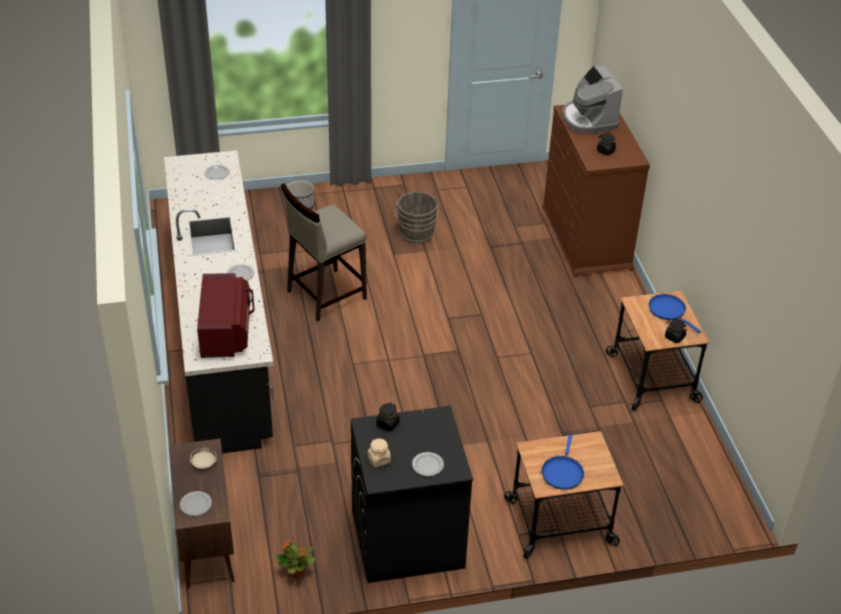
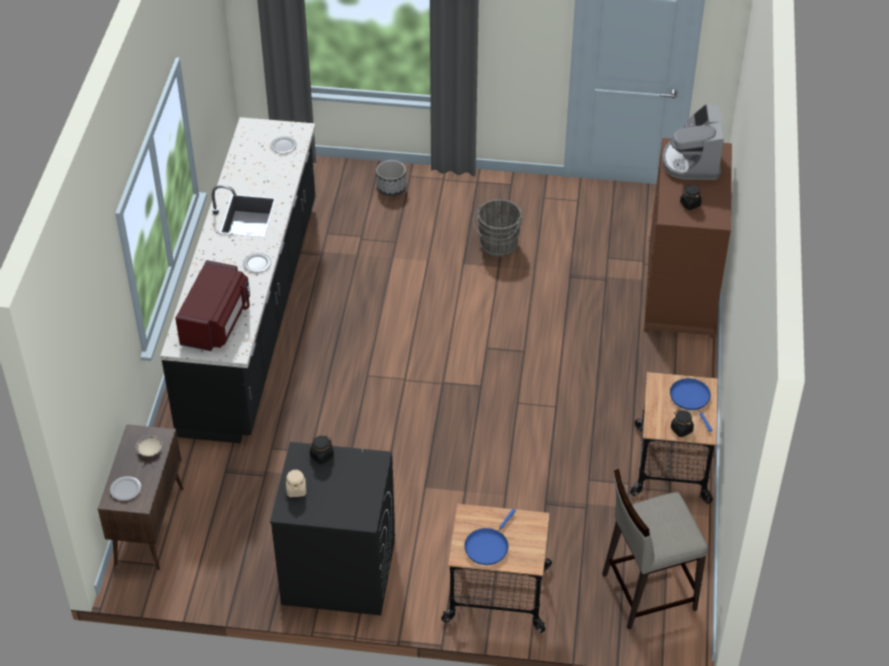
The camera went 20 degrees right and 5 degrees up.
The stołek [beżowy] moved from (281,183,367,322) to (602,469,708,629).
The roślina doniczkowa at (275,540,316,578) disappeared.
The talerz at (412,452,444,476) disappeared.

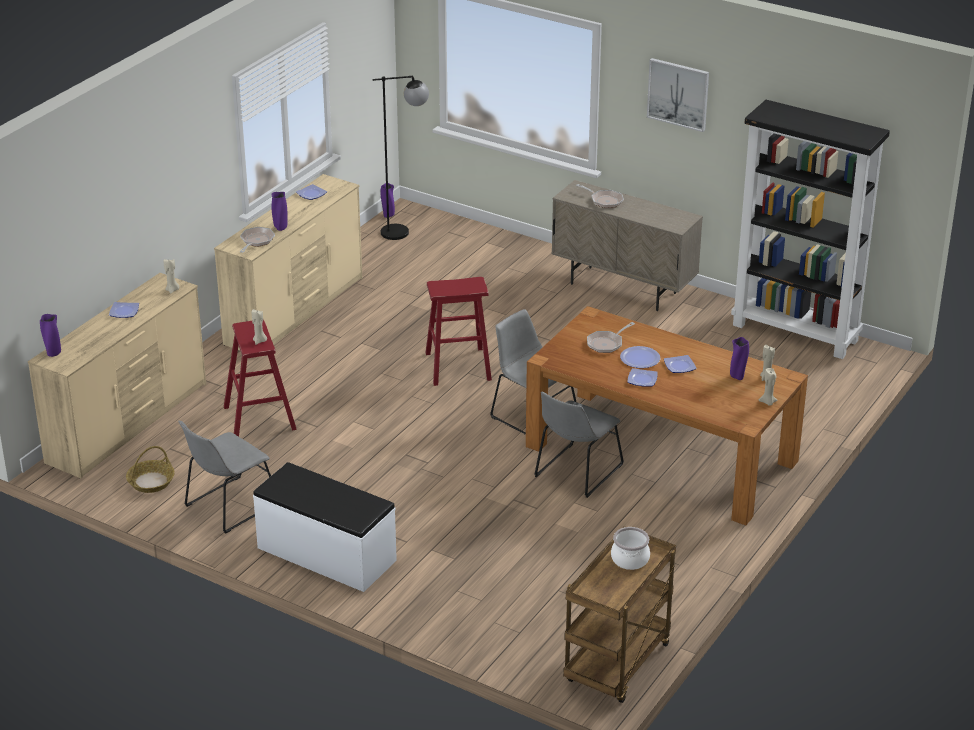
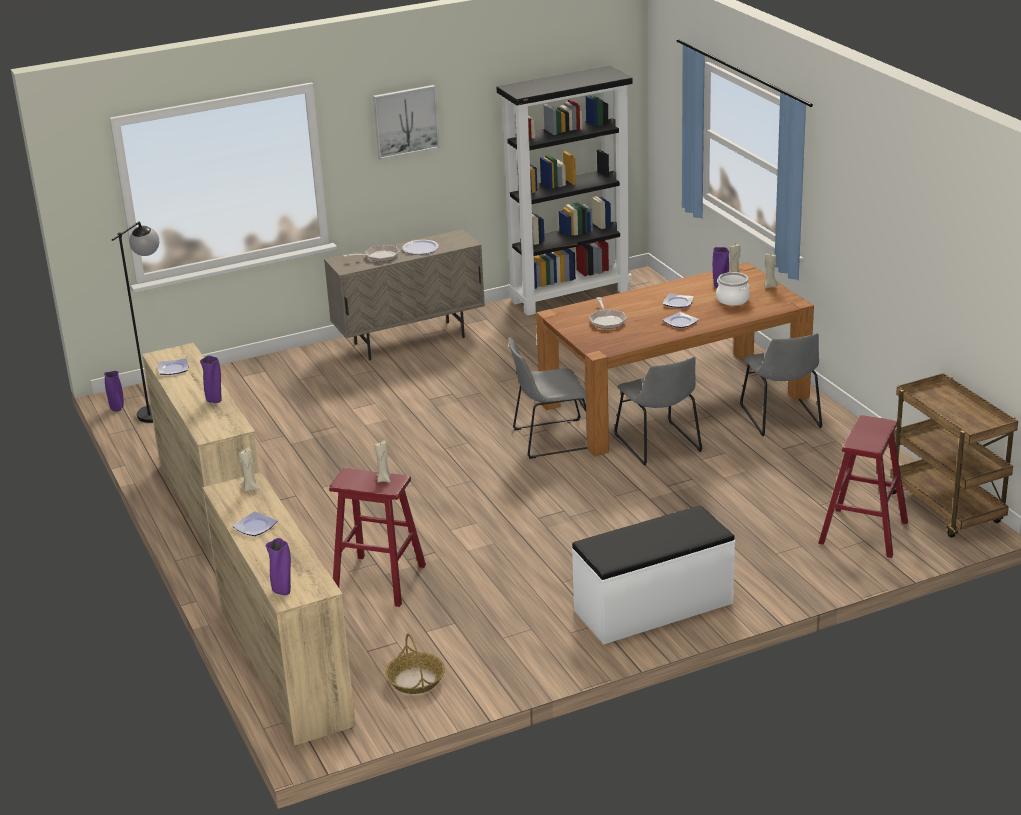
The camera went 55 degrees left and 5 degrees down.
The talerz moved from (620,346,660,368) to (402,240,439,254).
The garnek moved from (611,527,650,570) to (716,272,750,305).
The krzesło [szary] moved from (178,421,271,534) to (740,333,822,436).
The stołek [czerwony] moved from (425,277,492,386) to (818,415,908,558).
The patelnia at (240,227,275,253) disappeared.

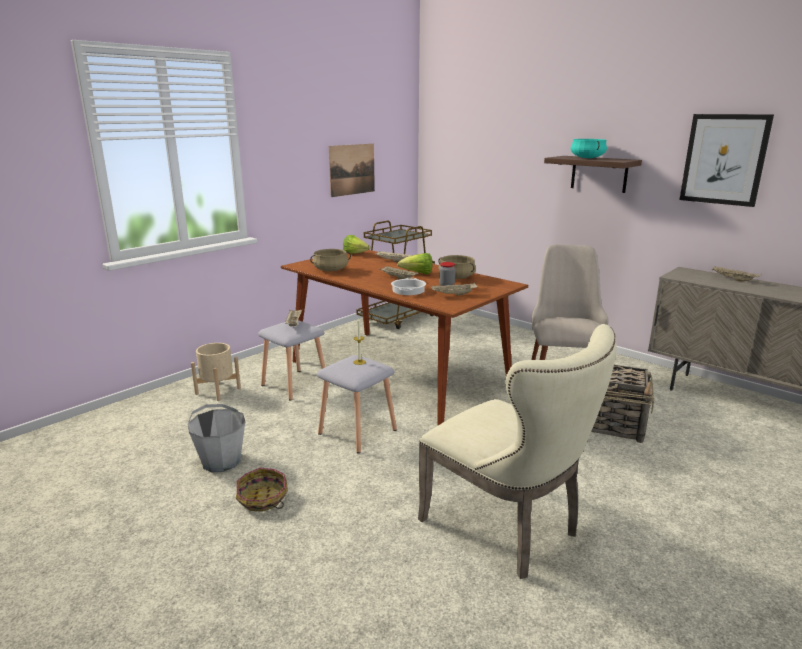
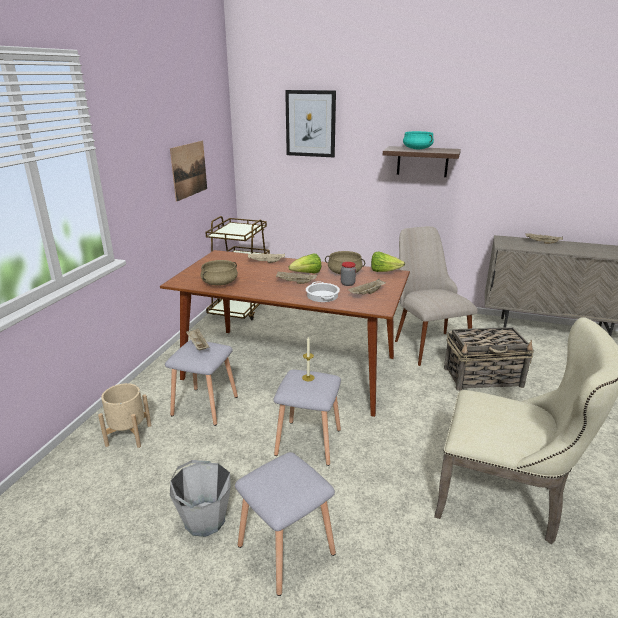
The camera went 25 degrees left and 5 degrees up.
The koszyk at (236,467,288,511) was replaced by the stołek [szary] at (235,452,336,596).
The obraz moved from (680,114,774,207) to (285,90,336,157).
The sałata moved from (343,235,370,254) to (371,252,405,272).

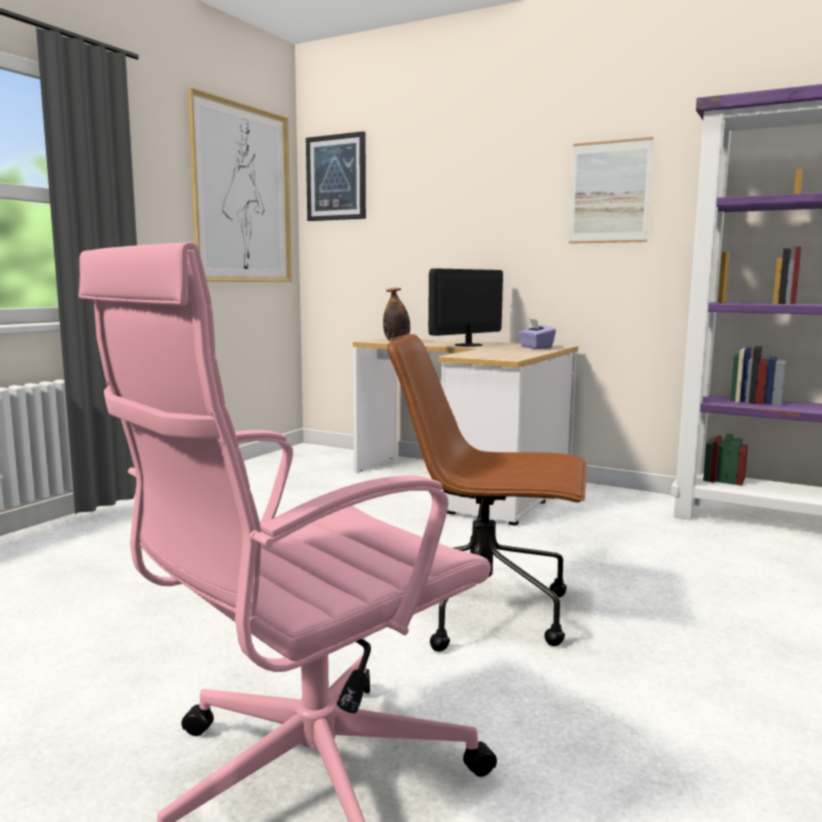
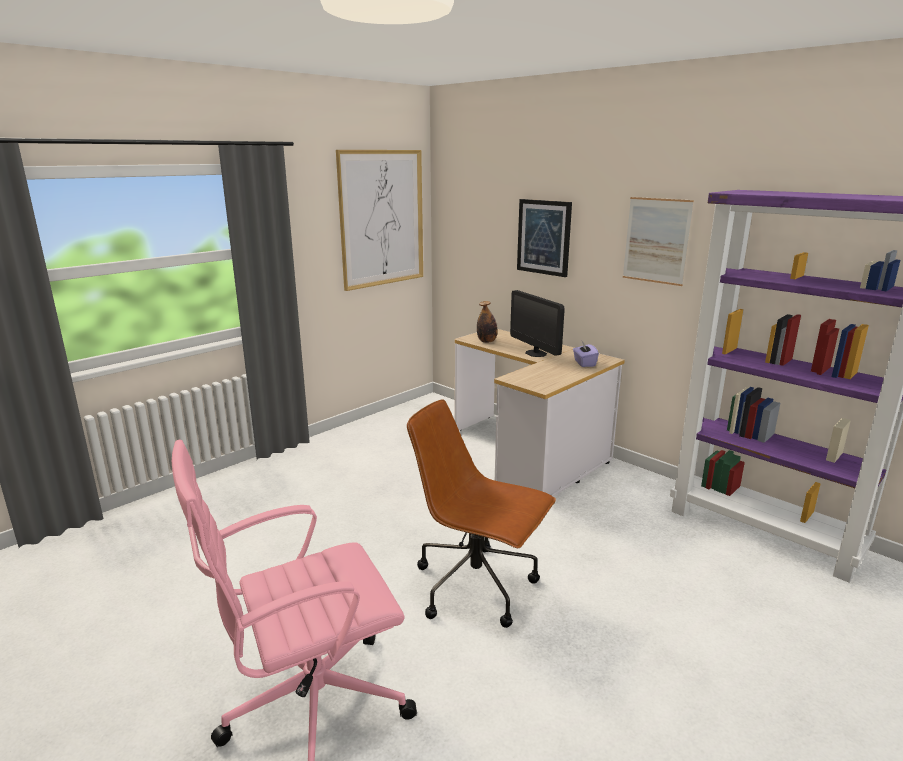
The camera went 15 degrees right and 10 degrees up.
The monitor at (428,268,503,347) turned 90 degrees counterclockwise.
The obraz moved from (306,131,366,221) to (517,199,572,277).

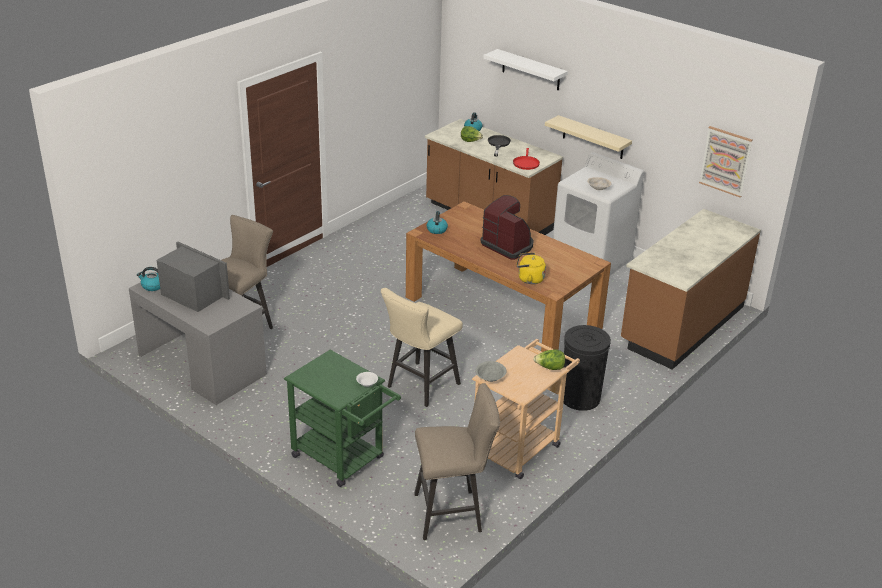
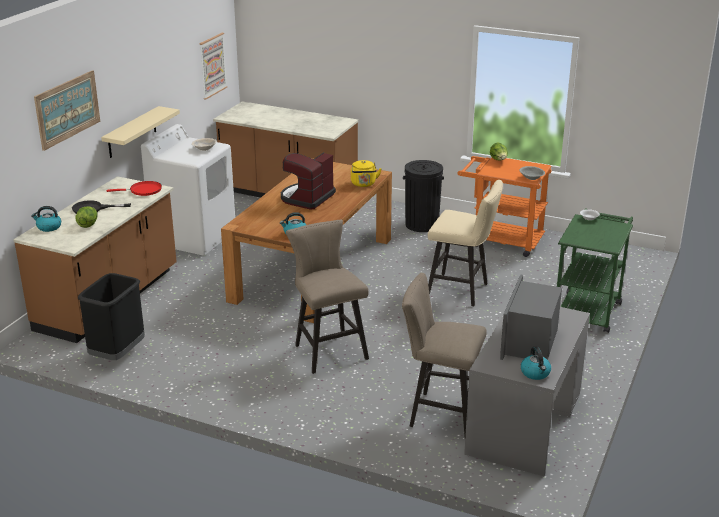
The camera went 105 degrees left and 5 degrees down.
The półka [biały] at (483,49,568,90) was replaced by the obraz at (34,70,100,151).
The kosz na śmieci [czarny] at (78,273,145,360) appeared.
The stołek [beżowy] moved from (414,383,500,540) to (286,220,369,374).
The wózek [beżowy] at (472,339,580,479) became the wózek [pomarańczowy] at (458,156,552,257).

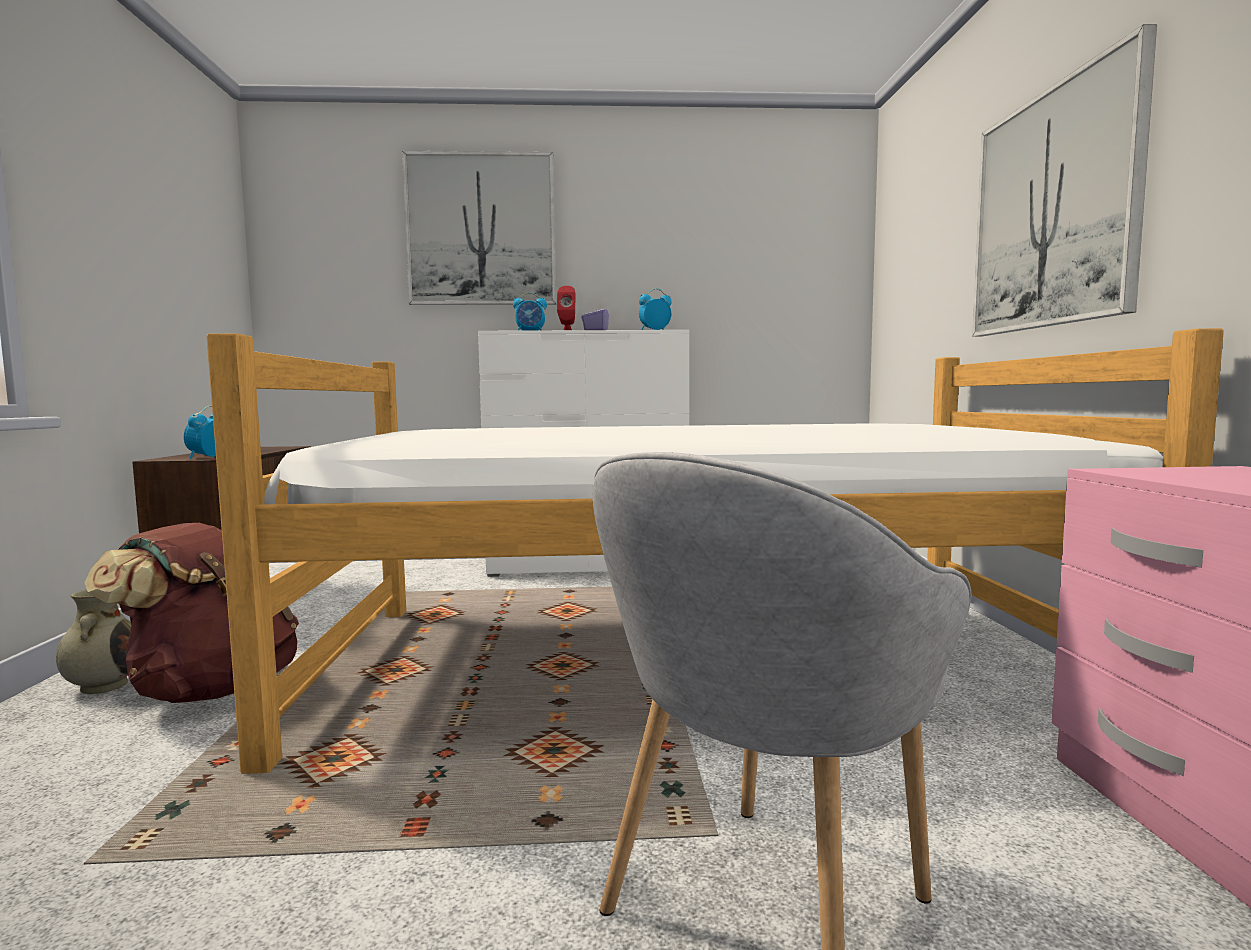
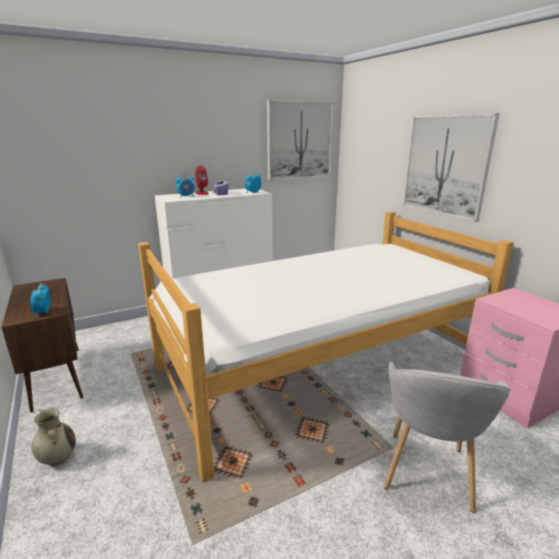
The camera went 25 degrees left and 15 degrees up.
The obraz moved from (402,151,556,305) to (267,100,334,181).
The plecak [brązowy] at (84,523,299,703) disappeared.

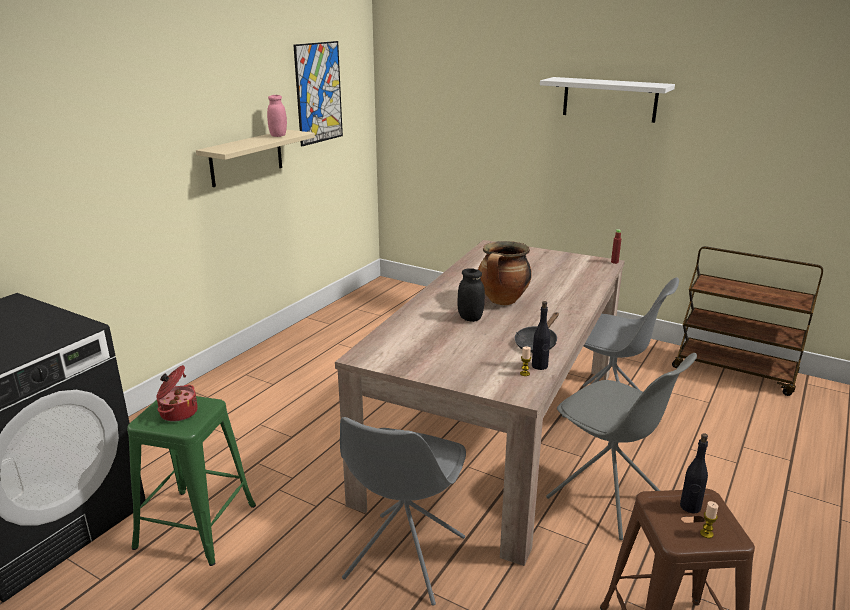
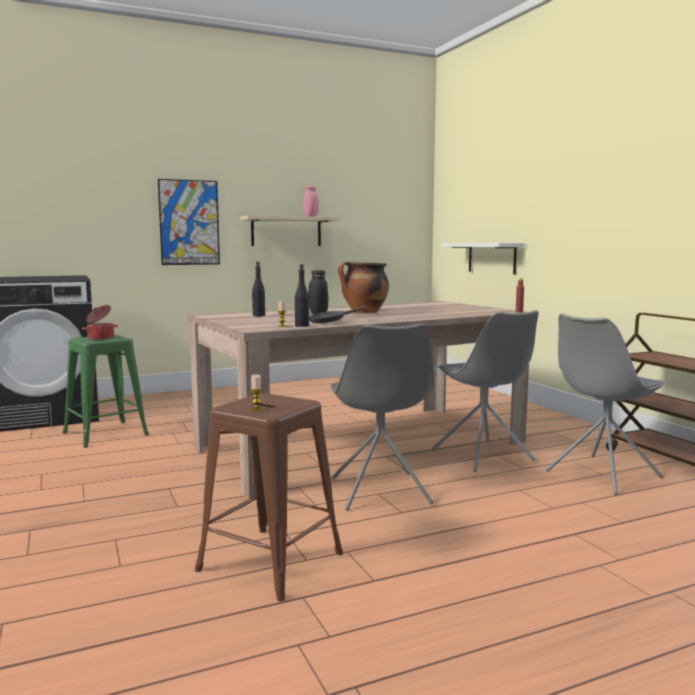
The camera went 35 degrees right and 15 degrees down.
The obraz moved from (293,41,343,146) to (158,179,220,265).
The butelka [czarny] moved from (680,433,708,514) to (252,262,265,316).
The półka [biały] moved from (540,77,675,123) to (441,243,524,275).
The krzesło [szary] moved from (340,417,466,606) to (546,313,667,495).

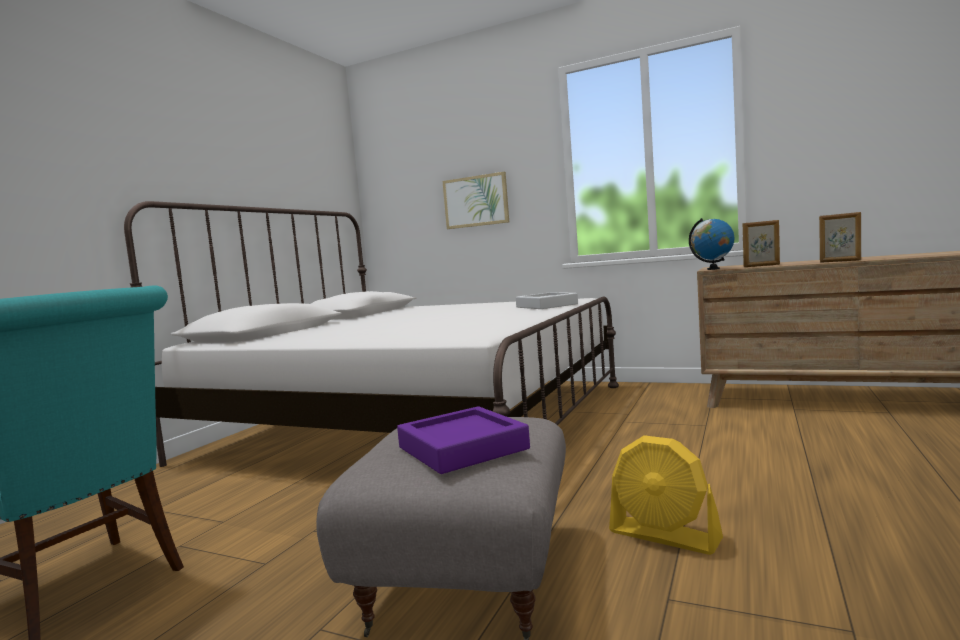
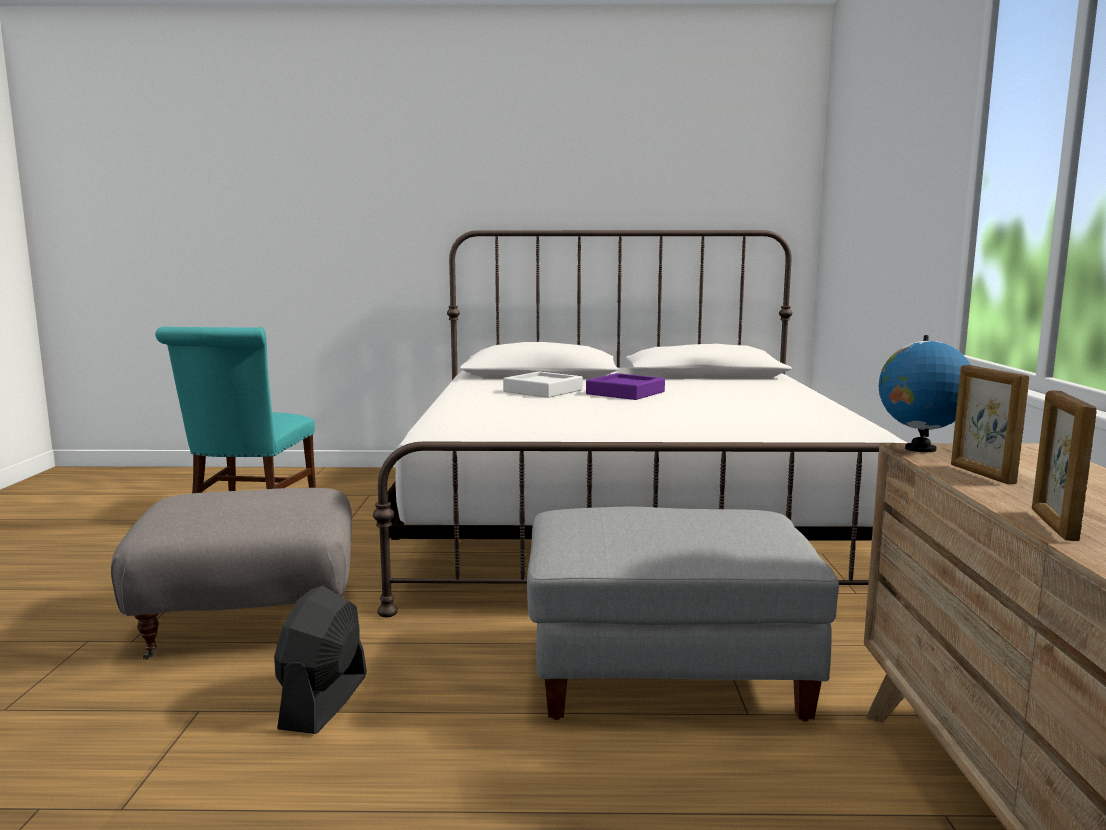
The camera went 65 degrees right and 5 degrees up.
The wentylator [żółty] at (609,435,723,555) became the wentylator [czarny] at (274,585,367,734).
The taca [szary] moved from (516,292,578,309) to (503,372,583,398).
The pufa [szary] at (527,506,839,722) appeared.
The taca [fioletowy] moved from (397,406,530,474) to (586,373,665,400).
The obraz at (443,172,509,229) disappeared.

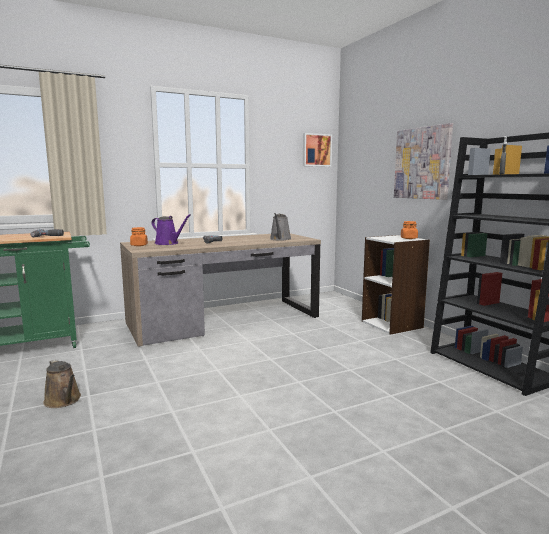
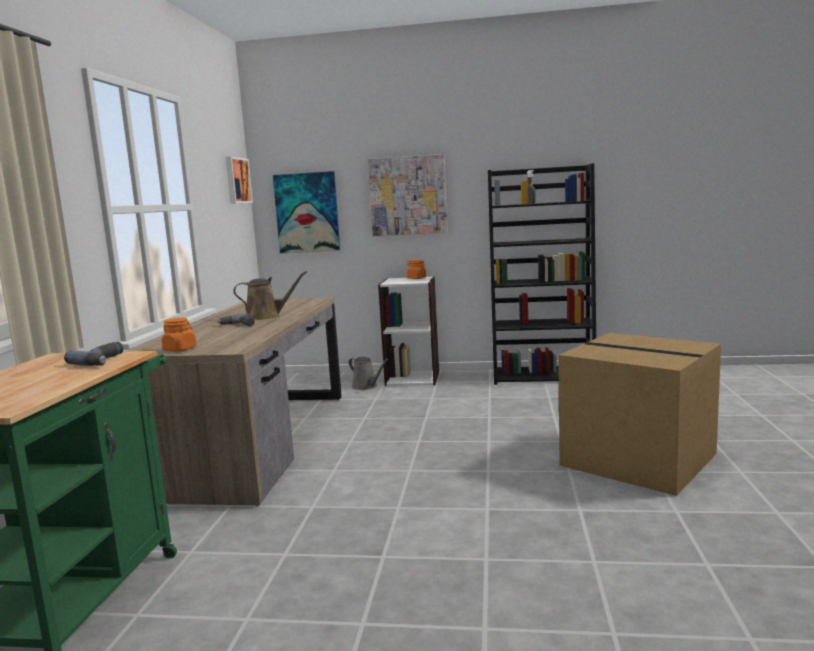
The camera went 55 degrees left and 0 degrees up.
The konewka [brązowy] moved from (43,359,81,408) to (233,271,307,320).
The obraz at (273,171,340,253) appeared.
The konewka [szary] moved from (270,213,292,241) to (349,357,389,390).
The karton at (558,333,721,496) appeared.
The konewka [fioletowy] at (151,214,191,245) disappeared.

